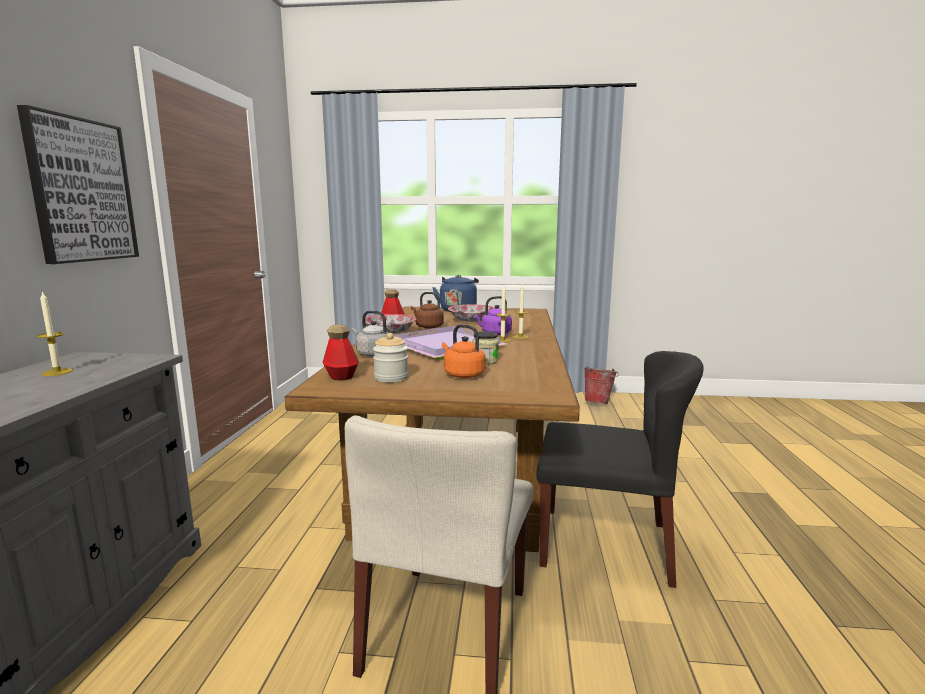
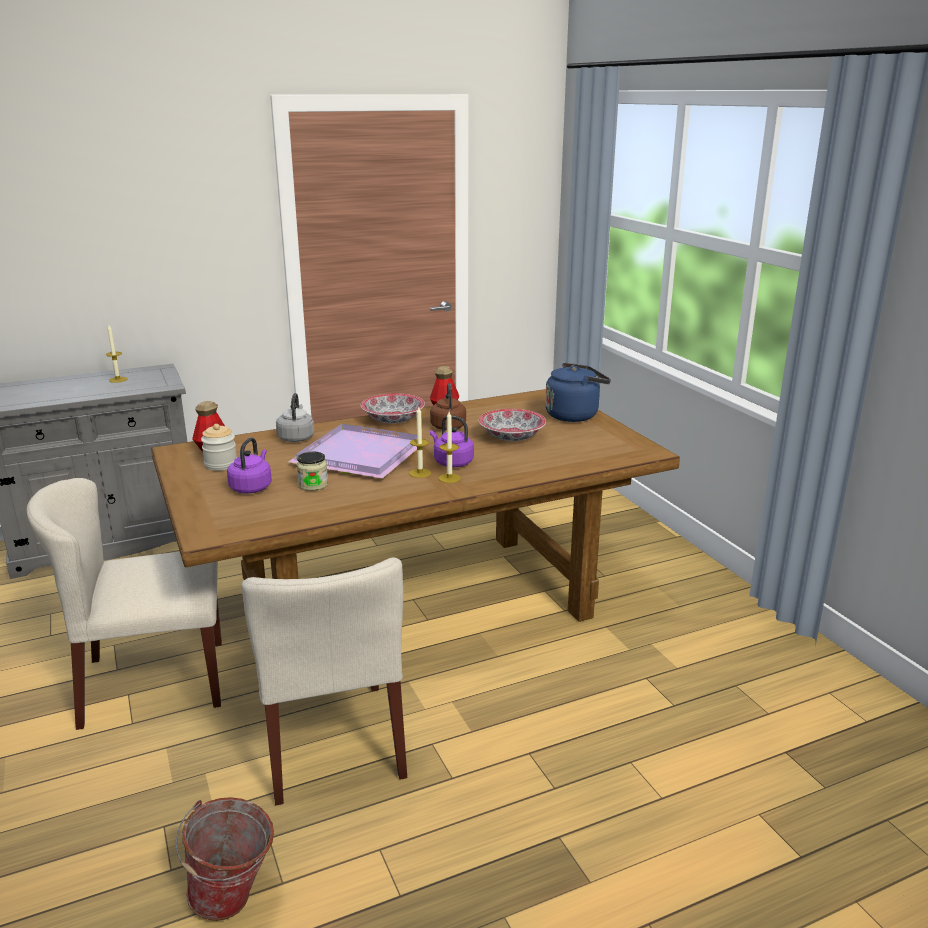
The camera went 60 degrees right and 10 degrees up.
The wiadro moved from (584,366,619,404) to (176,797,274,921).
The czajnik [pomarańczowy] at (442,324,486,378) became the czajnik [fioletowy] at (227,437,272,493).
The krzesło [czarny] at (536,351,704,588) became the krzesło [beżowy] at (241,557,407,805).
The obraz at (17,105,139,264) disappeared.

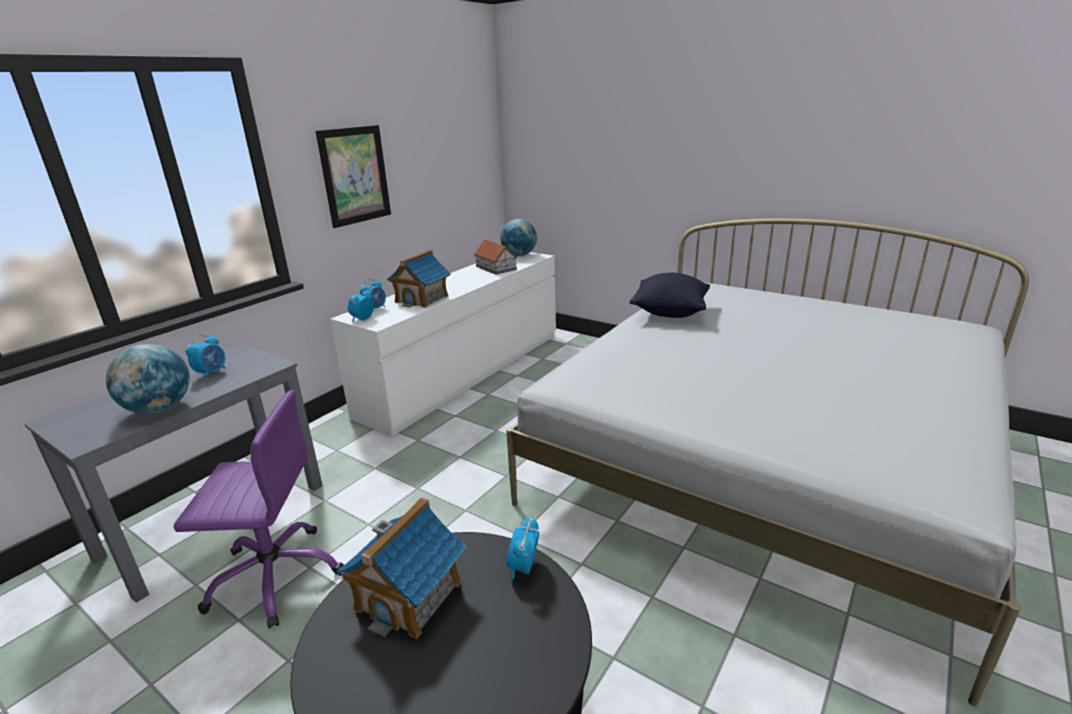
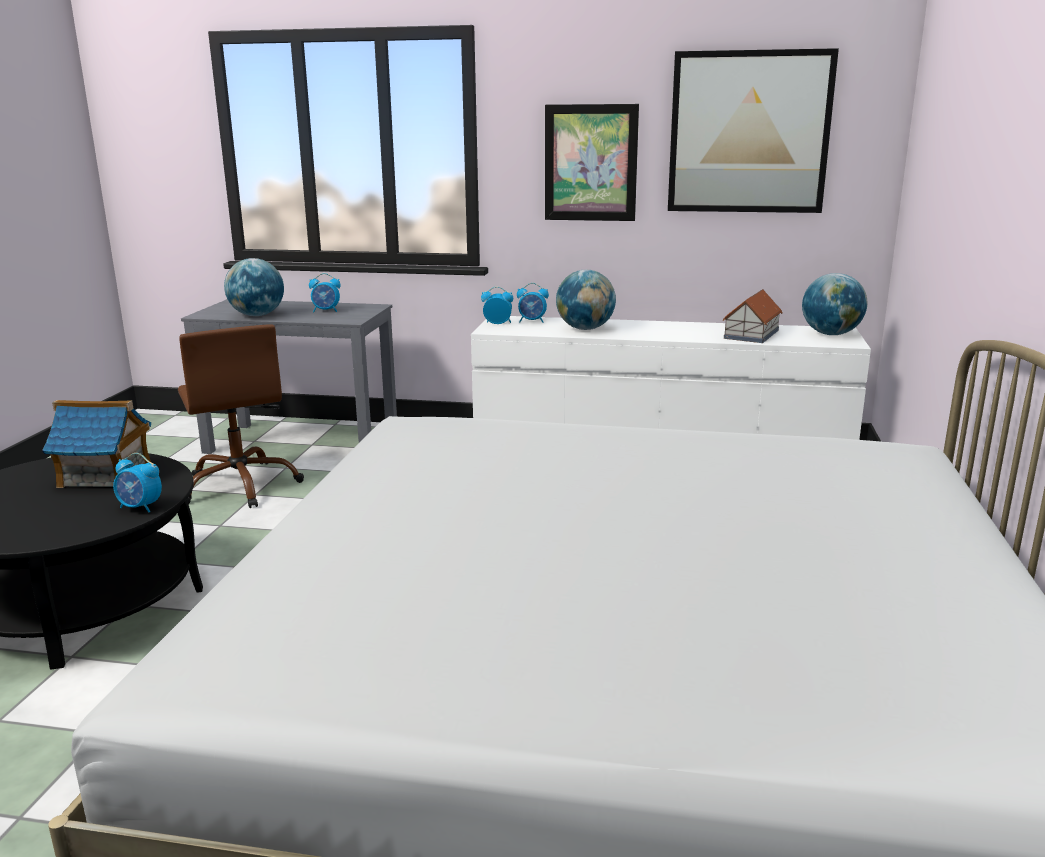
The camera went 65 degrees right and 5 degrees down.
The budzik at (506,516,539,580) turned 150 degrees counterclockwise.
The krzesło biurowe [fioletowy] at (174,390,344,628) became the krzesło biurowe [brązowy] at (178,324,304,508).
The domek at (387,250,451,308) was replaced by the globus at (556,270,616,330).
The obraz at (668,48,839,213) appeared.
The poduszka [czarny] at (629,273,710,318) disappeared.

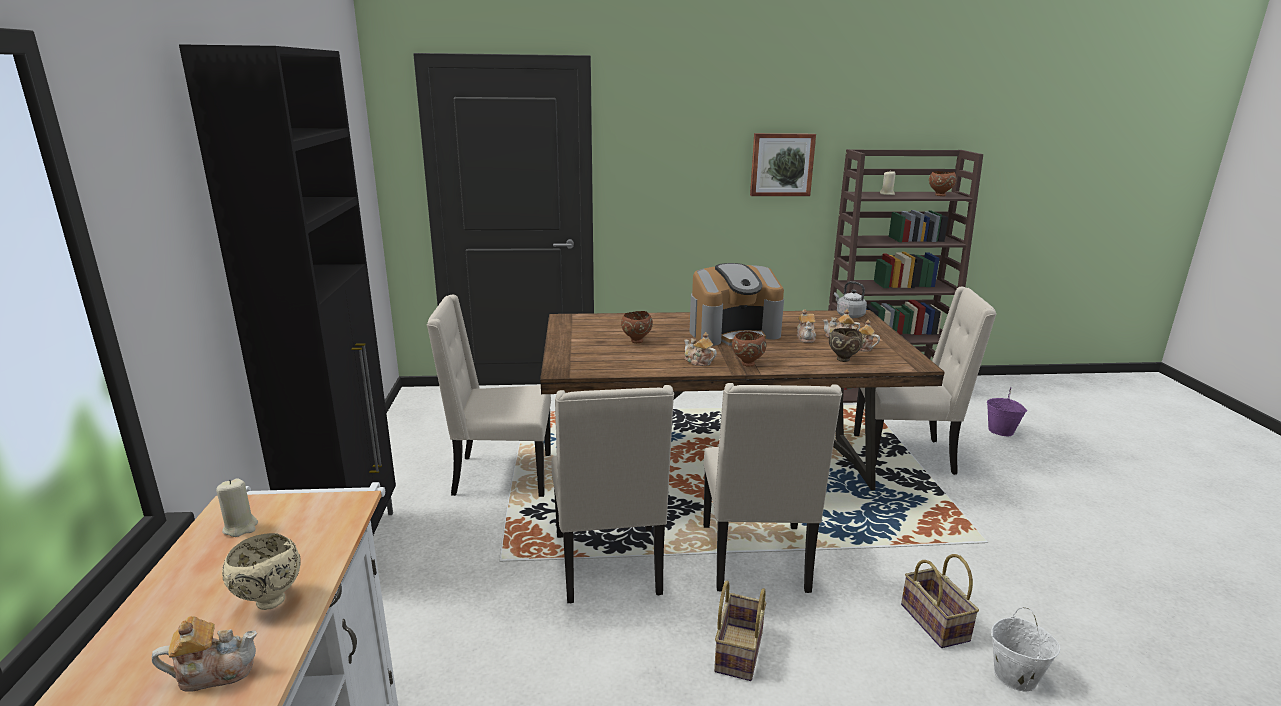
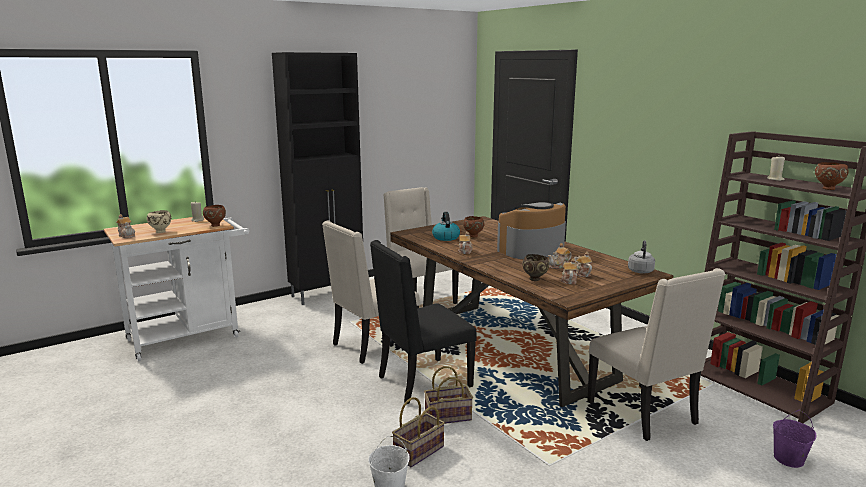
The camera went 60 degrees right and 5 degrees down.
The miska [brązowy] moved from (732,331,767,367) to (203,205,226,227).
The krzesło [beżowy] at (703,383,842,593) became the krzesło [czarny] at (370,240,477,404).
The koszyk moved from (714,580,767,681) to (424,366,473,424).
The czajnik at (432,212,460,241) appeared.
The ekspres do kawy at (689,263,784,346) turned 105 degrees clockwise.
The obraz at (750,133,816,196) disappeared.

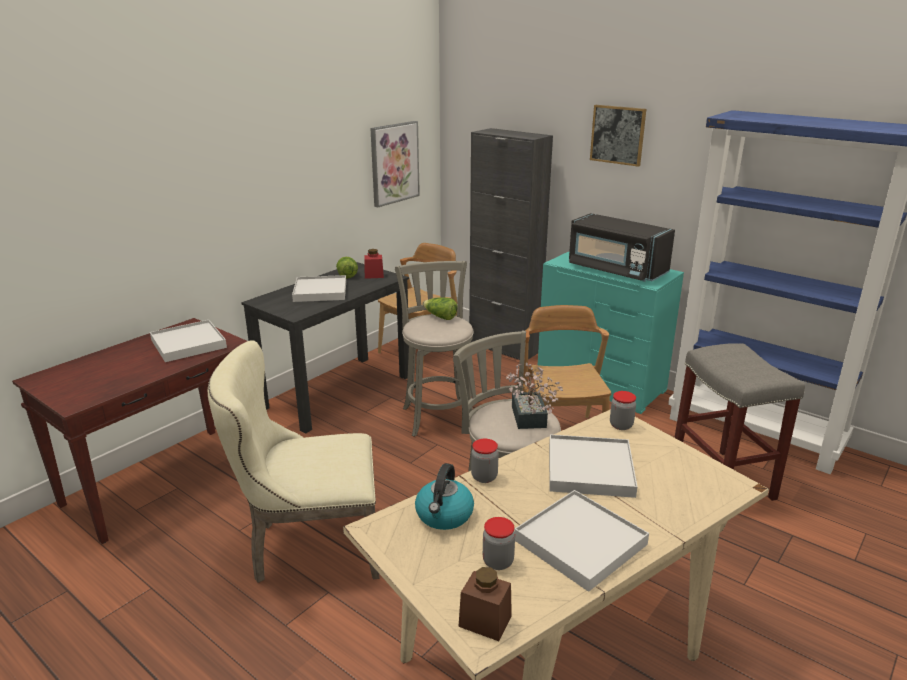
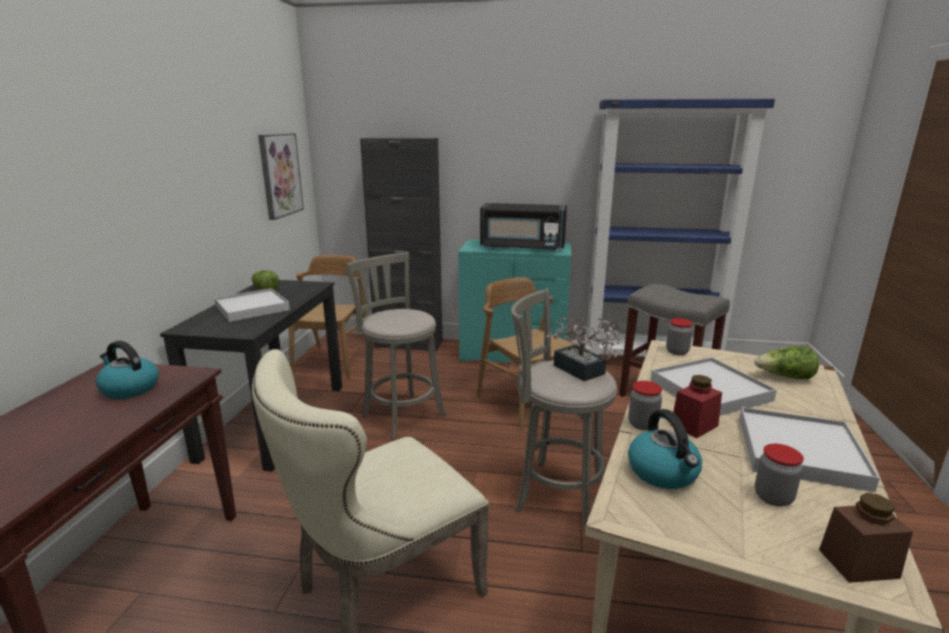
The camera went 30 degrees left and 5 degrees down.
The taca [biały] at (150,320,227,362) was replaced by the czajnik at (96,341,159,399).
The słoik [czerwony] moved from (364,249,384,279) to (671,375,722,438).
The sałata moved from (423,298,457,320) to (754,346,819,379).
The obraz at (590,105,646,167) disappeared.

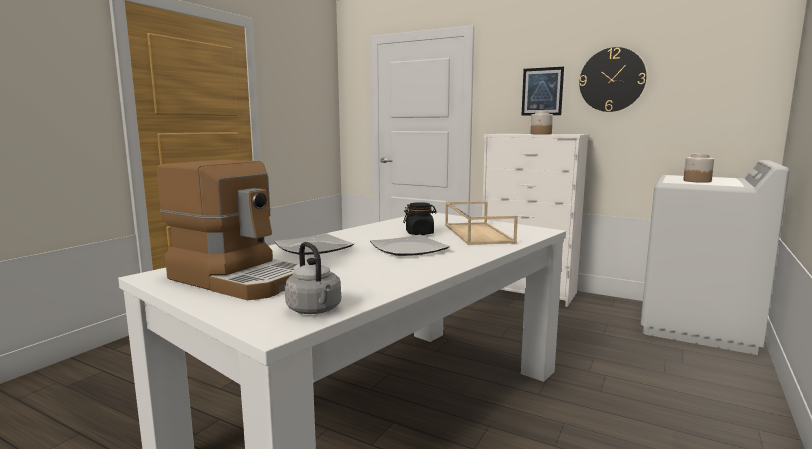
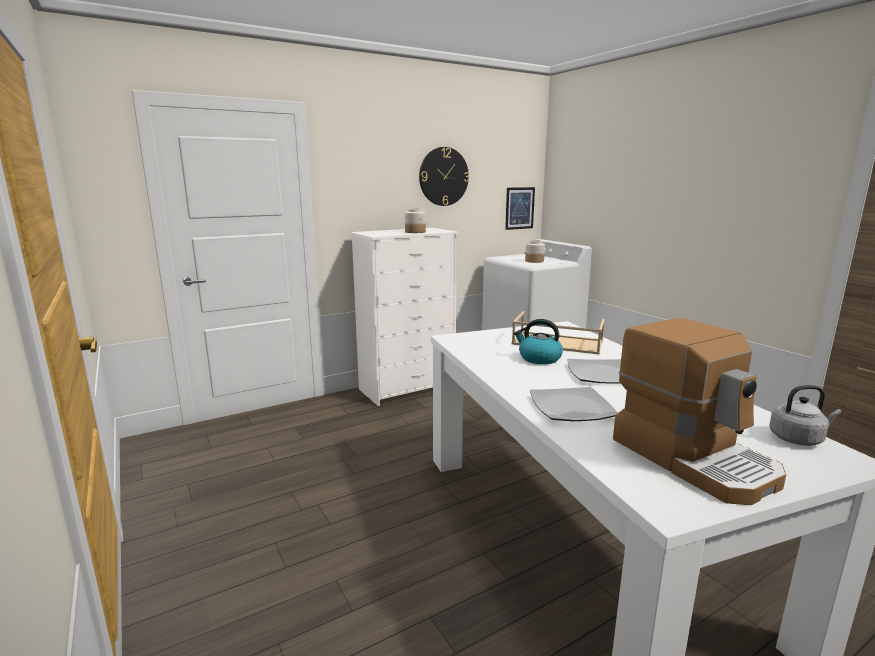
The camera went 60 degrees left and 5 degrees up.
The obraz moved from (522,67,564,116) to (505,187,535,230).
The słoik [czarny] at (403,202,437,235) was replaced by the czajnik at (514,319,563,364).
The ekspres do kawy at (157,160,300,300) turned 90 degrees clockwise.

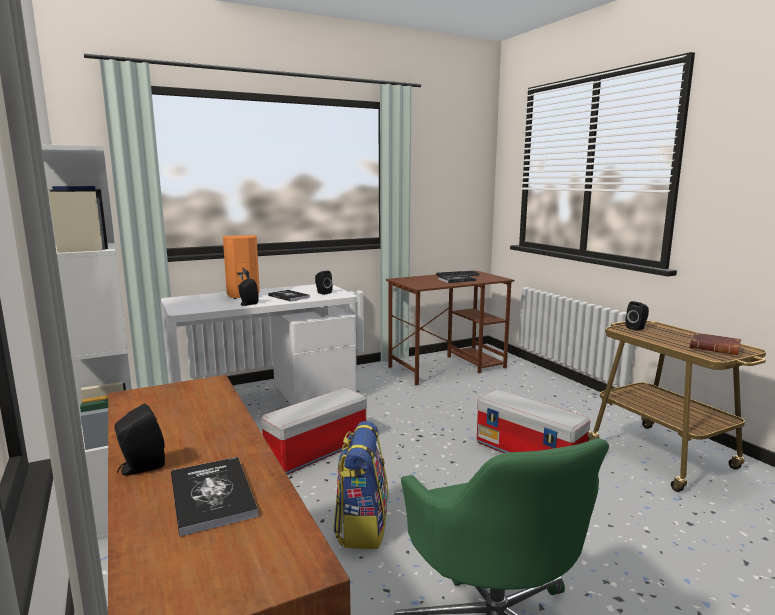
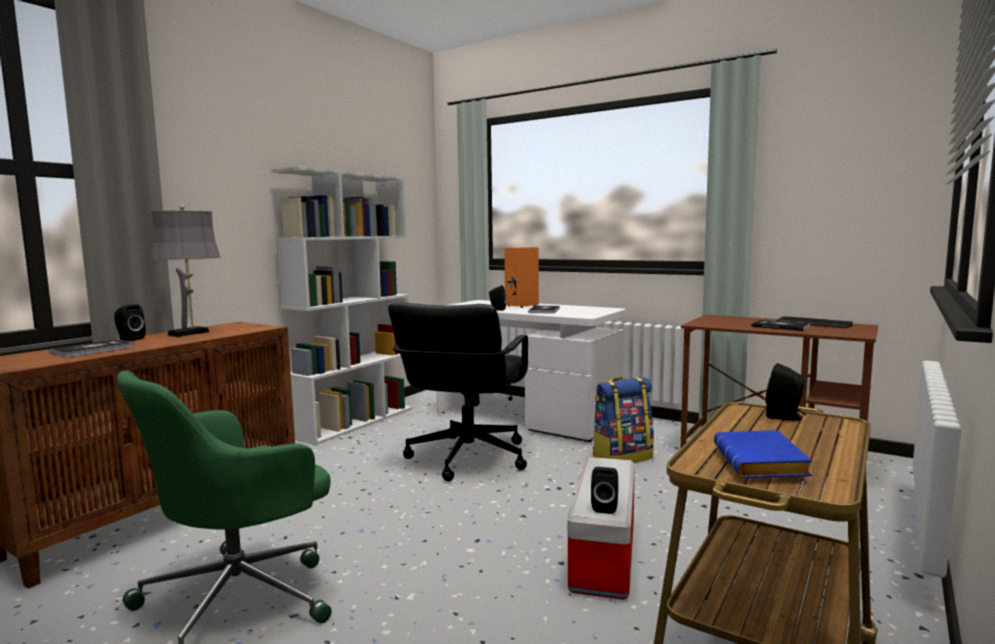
The camera went 60 degrees right and 5 degrees down.
The lampa stołowa [szary] at (150,205,221,337) appeared.
The pojemnik do przechowywania at (261,388,367,475) was replaced by the krzesło biurowe [czarny] at (388,302,528,481).
The głośnik [czarny] moved from (315,270,333,295) to (591,467,618,514).
The plecak moved from (333,421,388,549) to (593,377,654,463).
The książka [brązowy] at (690,332,741,355) became the książka [niebieski] at (714,430,812,478).

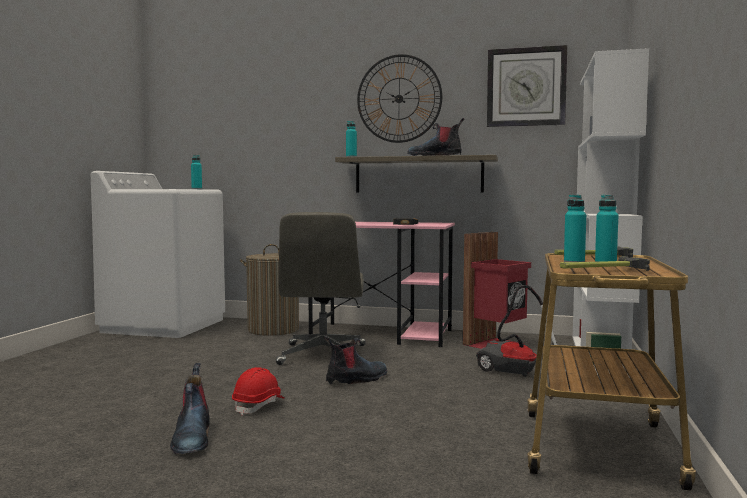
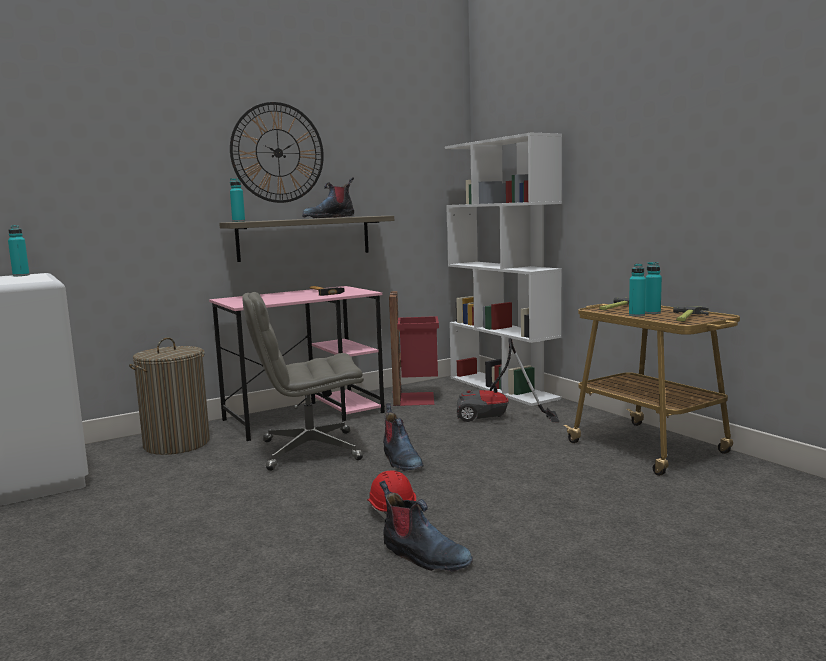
The camera went 45 degrees left and 5 degrees up.
The krzesło biurowe [szary] at (276,212,366,365) turned 120 degrees clockwise.
The but z cholewką at (324,336,387,384) turned 150 degrees clockwise.
The zegar ścienny at (487,45,567,127) disappeared.

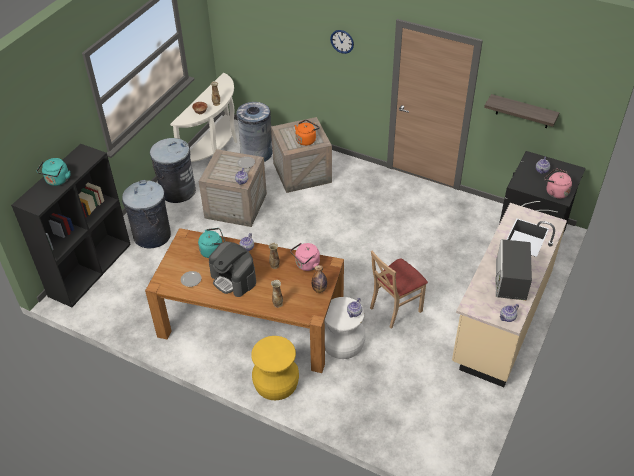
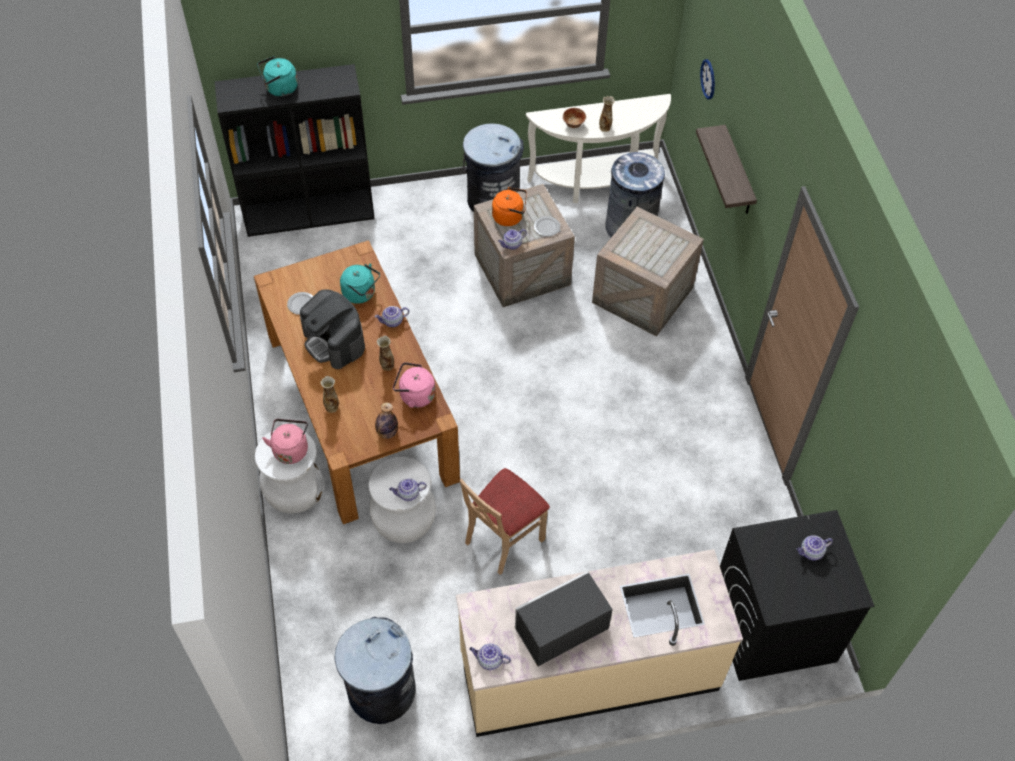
The camera went 50 degrees right and 10 degrees up.
The stołek [żółty] at (251,336,299,400) became the stołek [biały] at (255,430,325,514).
The czajnik [różowy] moved from (544,169,572,199) to (262,419,308,464).
The ekspres do kawy at (209,242,256,297) turned 45 degrees counterclockwise.
The kosz na śmieci [szary] moved from (122,180,171,249) to (335,617,416,724).
The krzesło [beżowy] at (370,251,428,328) turned 60 degrees counterclockwise.
The czajnik [pomarańczowy] moved from (294,120,320,146) to (492,187,527,226).
The półka moved from (484,94,559,128) to (696,125,757,214).
The zegar ścienny moved from (330,30,354,54) to (700,59,715,100).

